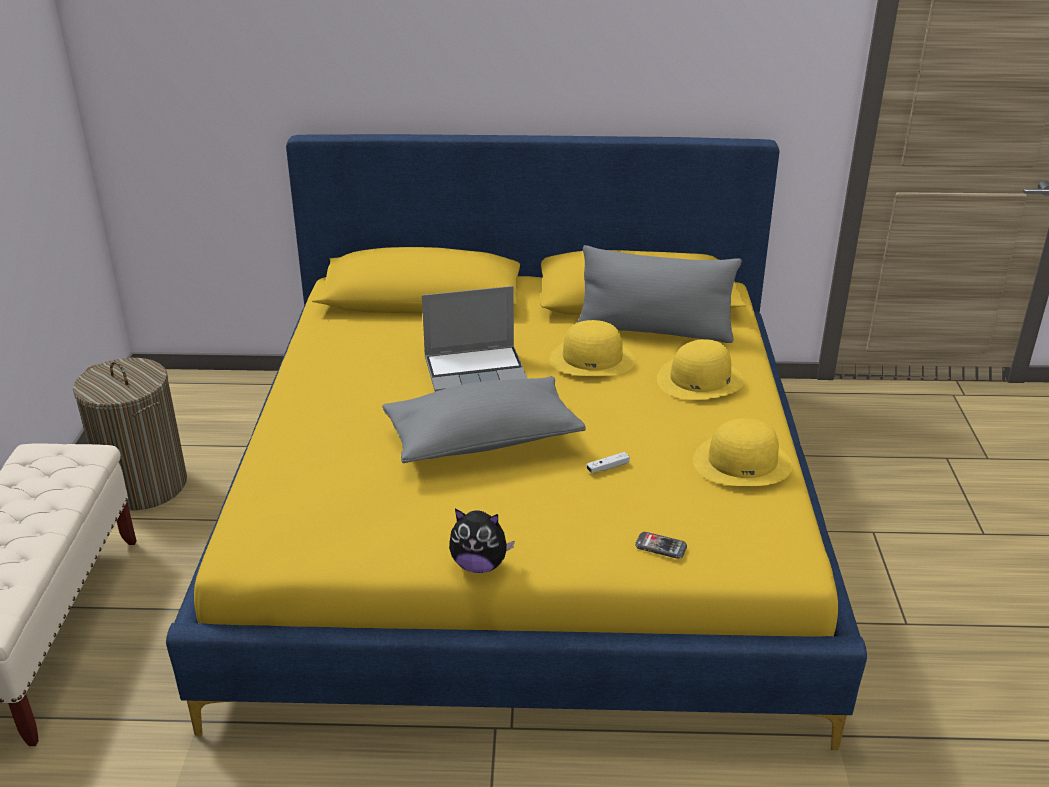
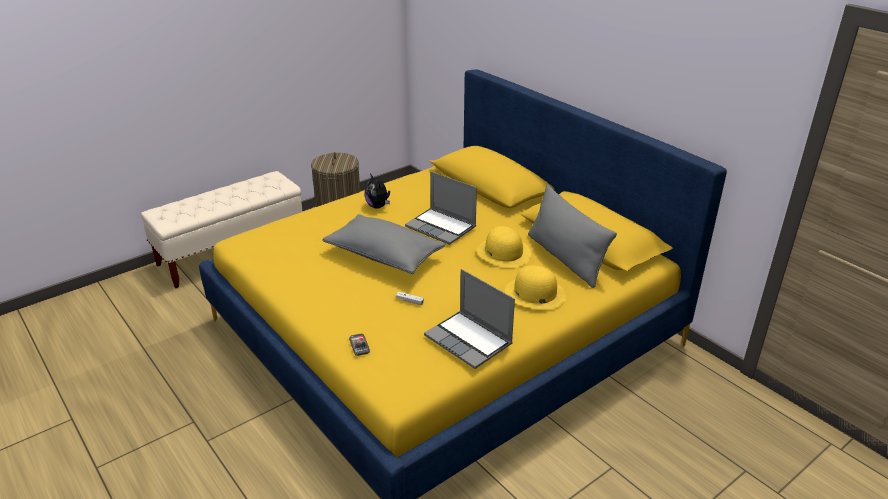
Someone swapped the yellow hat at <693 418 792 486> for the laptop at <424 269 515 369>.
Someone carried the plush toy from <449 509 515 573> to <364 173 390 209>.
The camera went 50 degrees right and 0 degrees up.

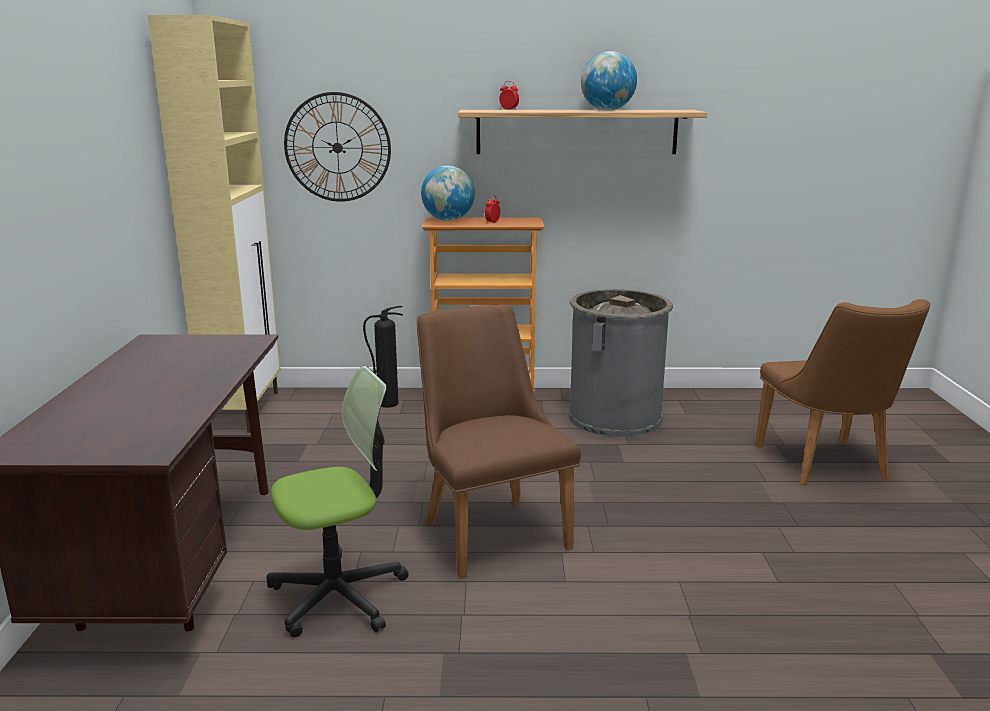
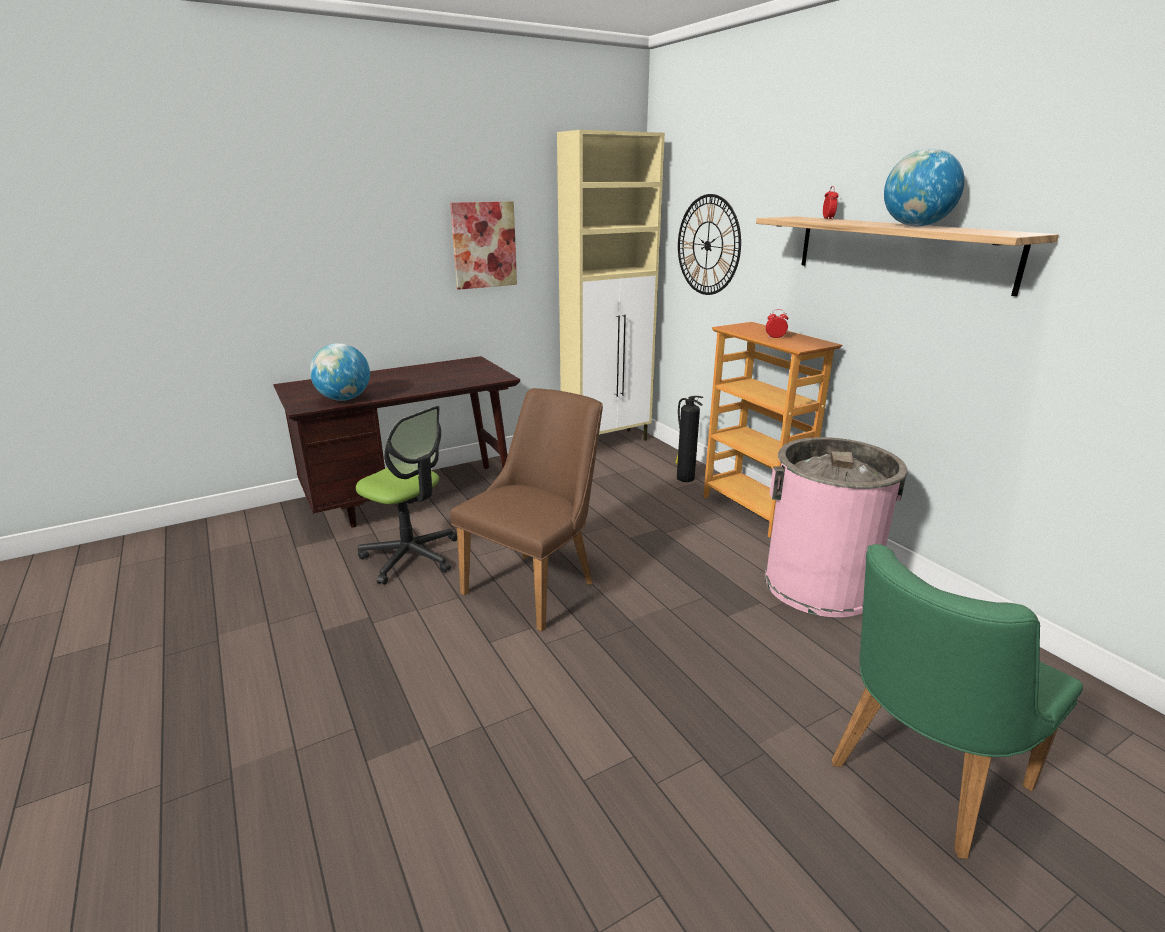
Someone carried the globe from <421 166 475 221> to <310 343 370 401>.
Someone repainted the grey trash can at <568 289 673 437>, which became the pink trash can at <764 437 907 617>.
Someone repainted the brown chair at <755 299 930 486>, which became the green chair at <831 544 1083 859>.
Someone put up the picture at <450 201 517 290>.
The camera went 60 degrees right and 5 degrees up.

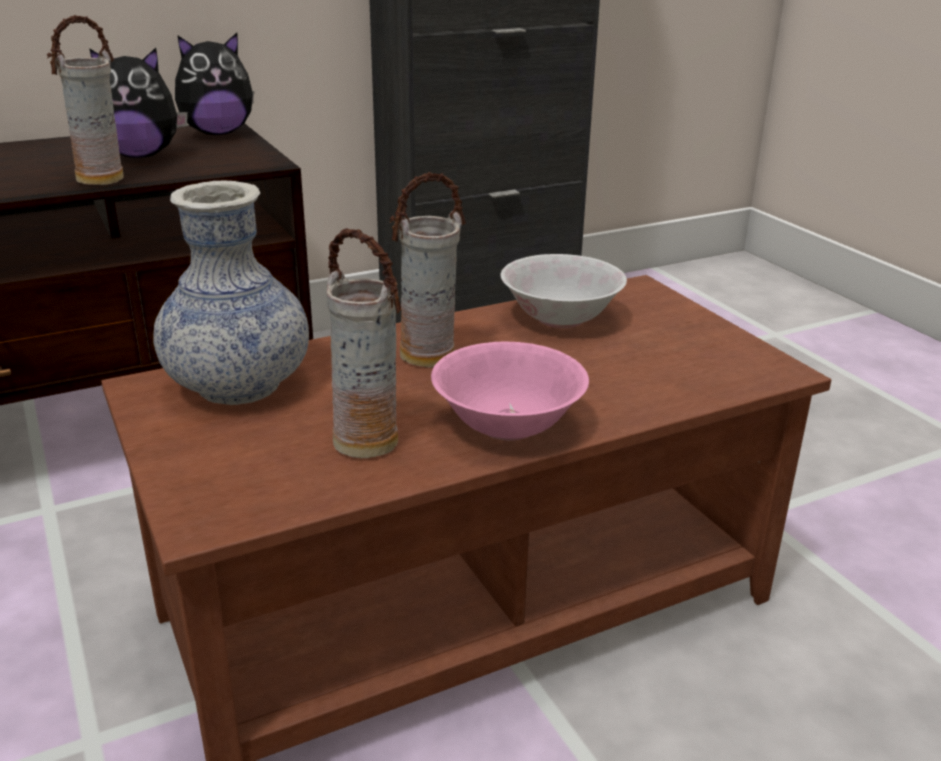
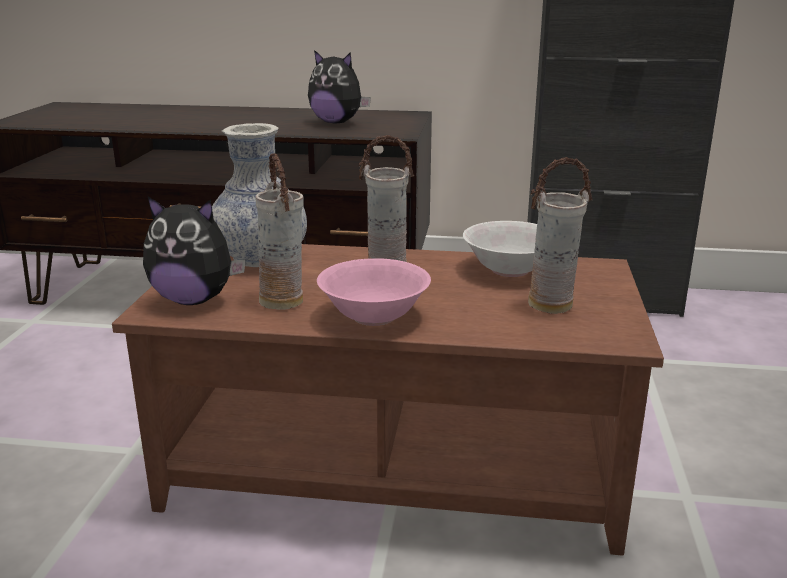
Someone carried the vase from <47 15 124 185> to <528 157 593 314>.
Someone carried the plush toy from <175 33 254 135> to <143 196 246 305>.
The camera went 35 degrees right and 5 degrees down.

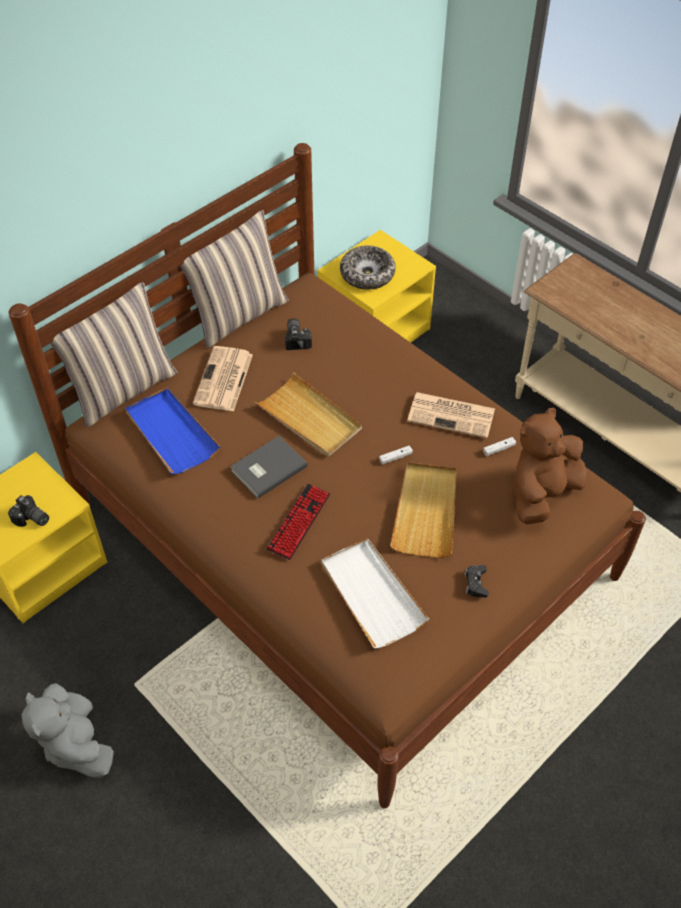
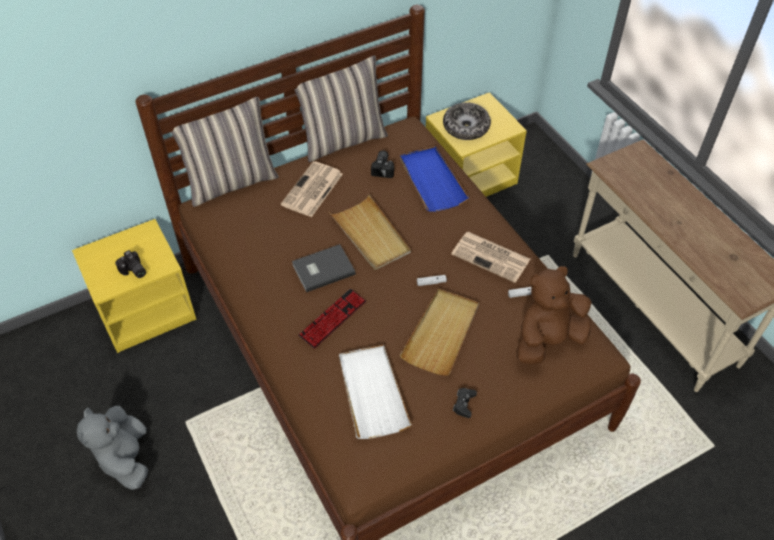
Someone carried the blue tray from <125 388 221 474> to <400 146 469 212>.
The camera went 15 degrees right and 0 degrees up.

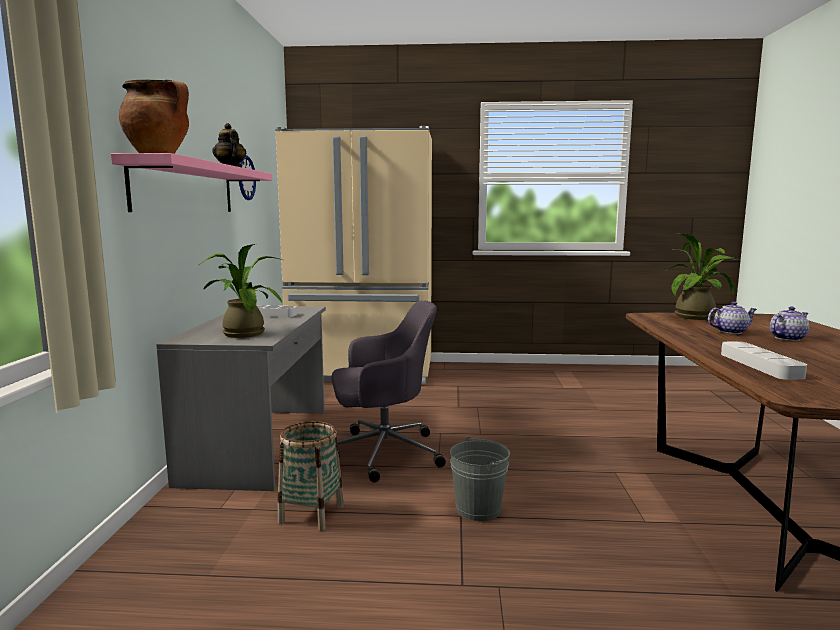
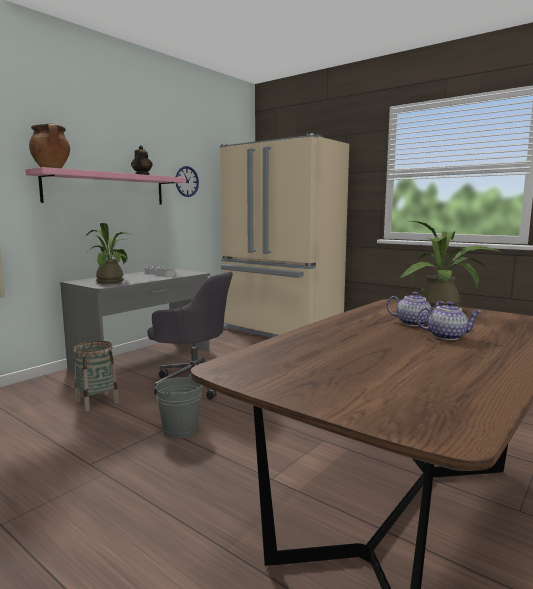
Someone took away the grey tray at <721 341 807 380>.
The camera went 35 degrees right and 0 degrees up.

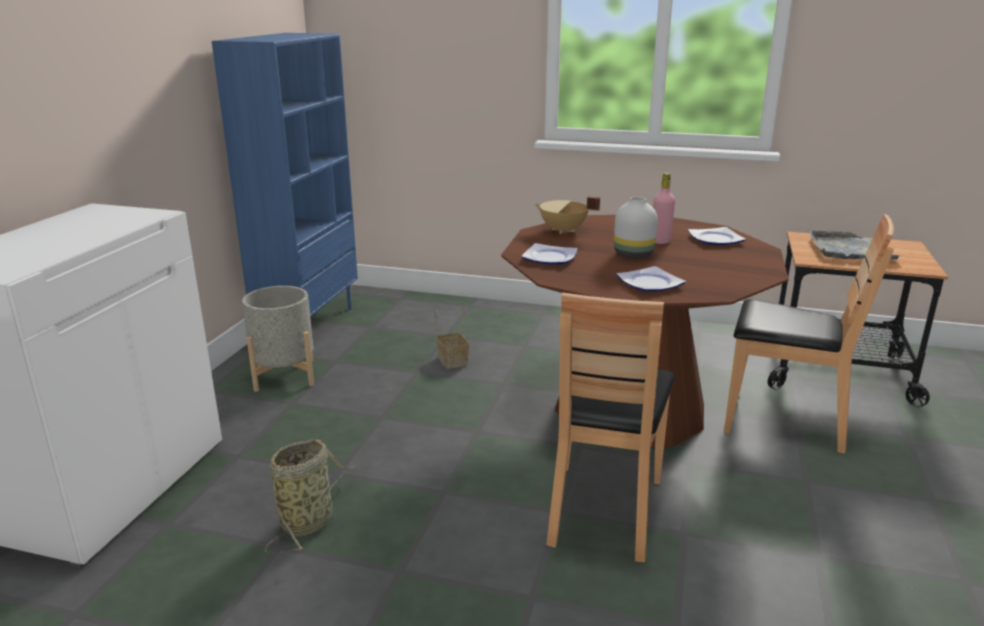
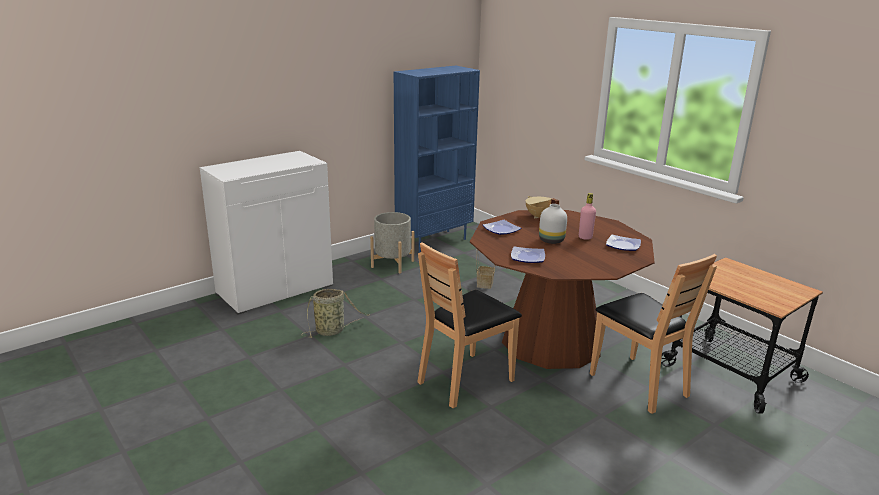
Someone took away the grey tray at <808 230 900 260>.
The camera went 35 degrees right and 0 degrees up.

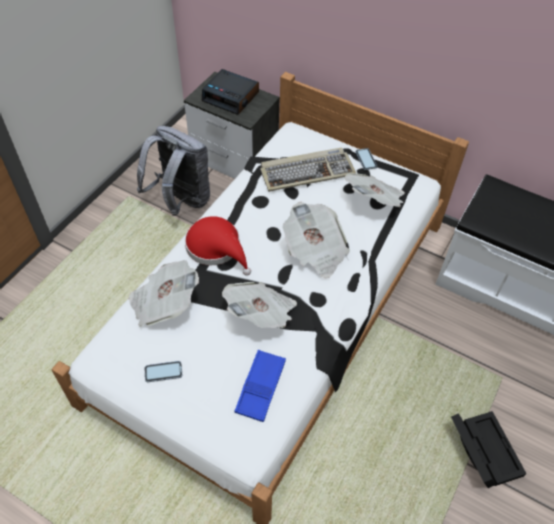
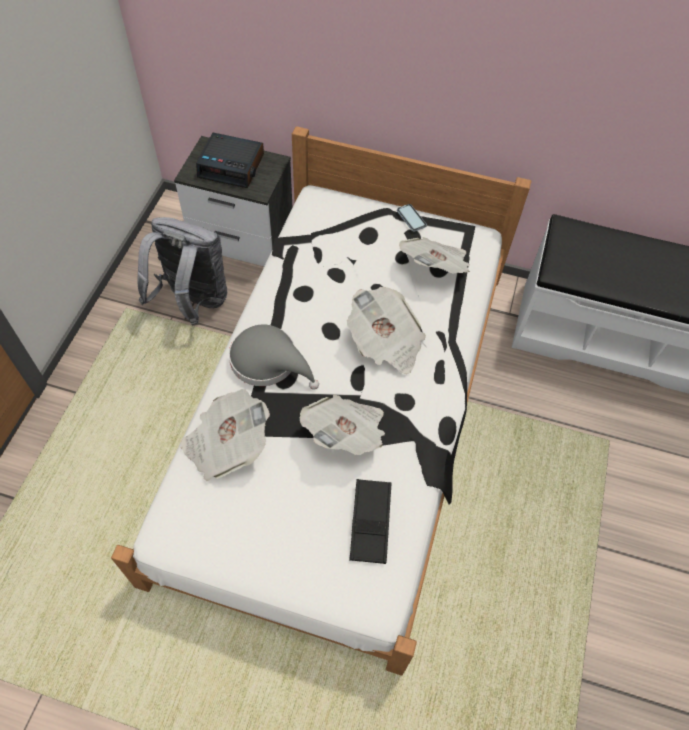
Someone took away the keyboard at <260 147 356 192>.
Someone repainted the red hat at <185 216 251 276>, which became the grey hat at <229 325 319 390>.
Someone repainted the blue tray at <234 350 286 422>, which became the black tray at <349 479 392 564>.
Someone took away the phone at <145 361 182 382>.
Someone took away the black storage box at <451 411 527 488>.
The camera went 15 degrees left and 5 degrees up.

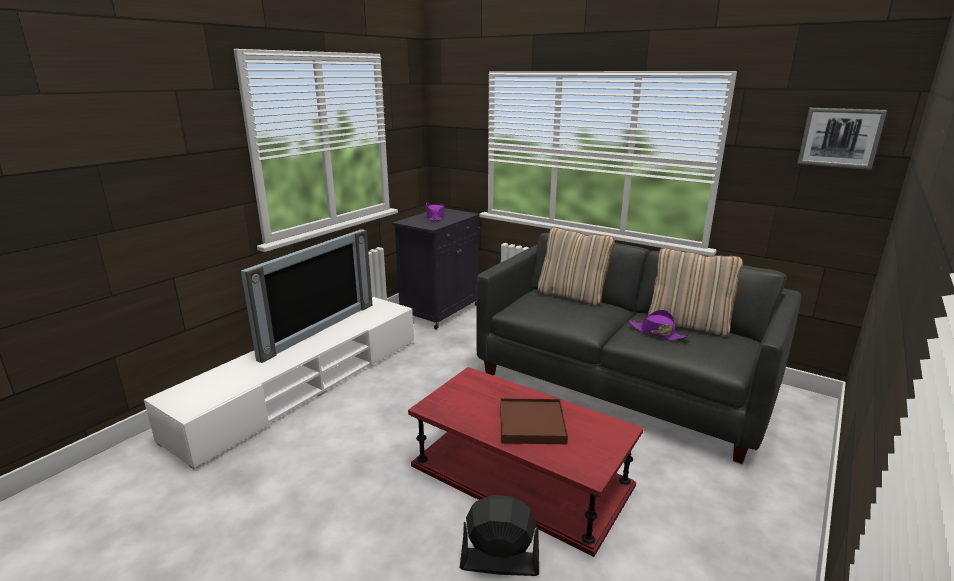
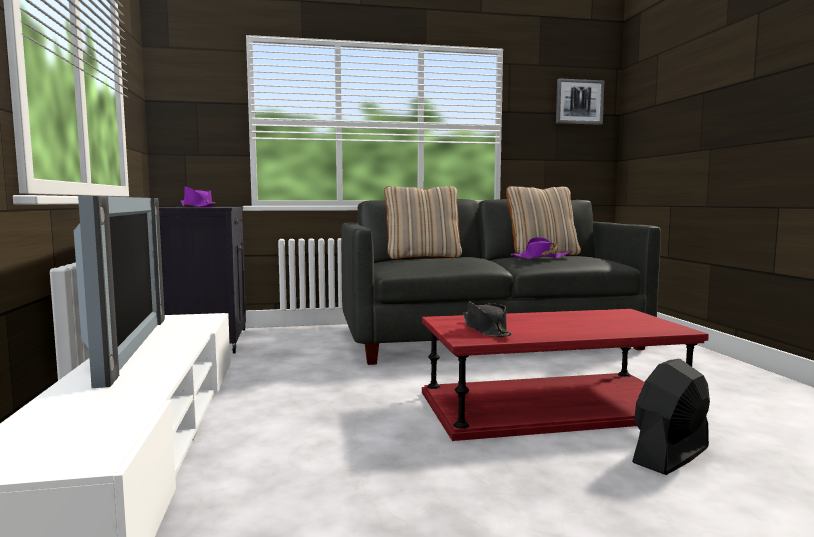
Someone took away the brown tray at <500 398 568 444>.
Someone put down the black hat at <463 301 512 337>.
The camera went 45 degrees left and 15 degrees down.

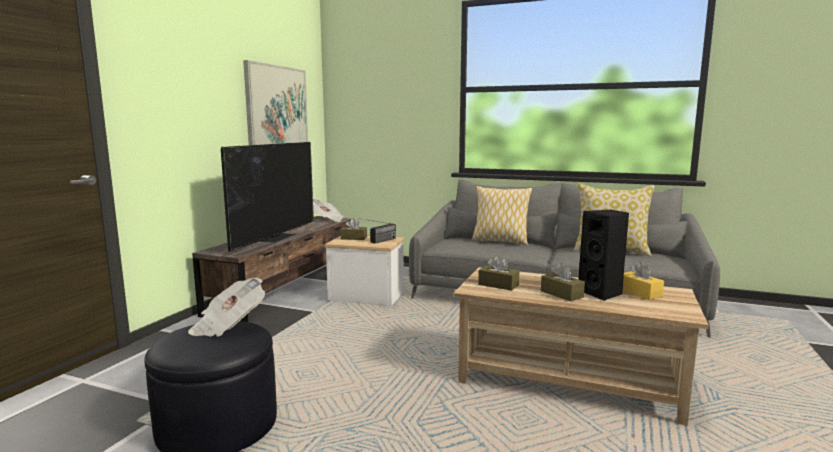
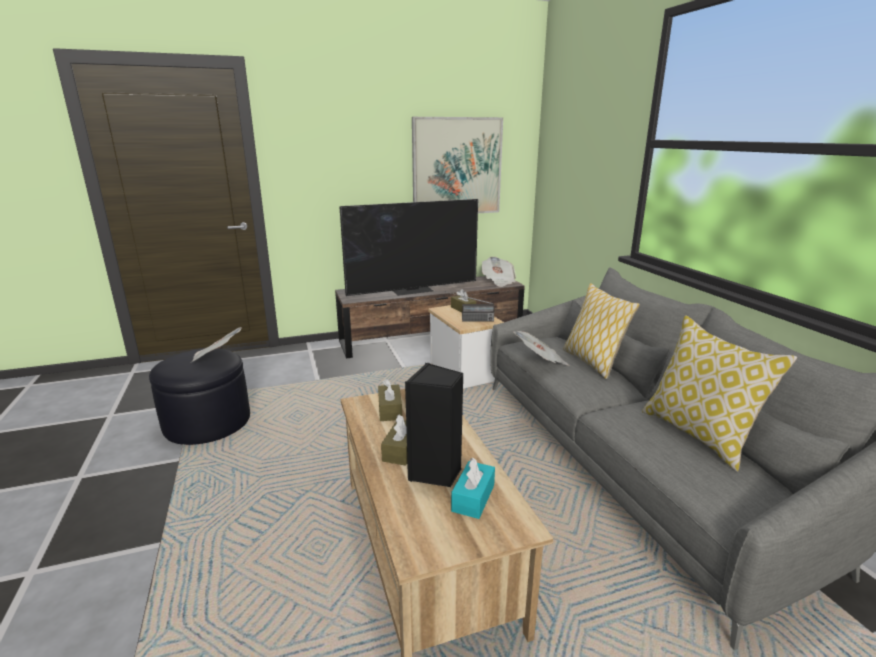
Someone repainted the yellow tissue box at <623 262 664 300>, which became the turquoise tissue box at <451 458 495 519>.
Someone put down the newspaper at <513 331 569 366>.
The camera went 50 degrees right and 10 degrees up.

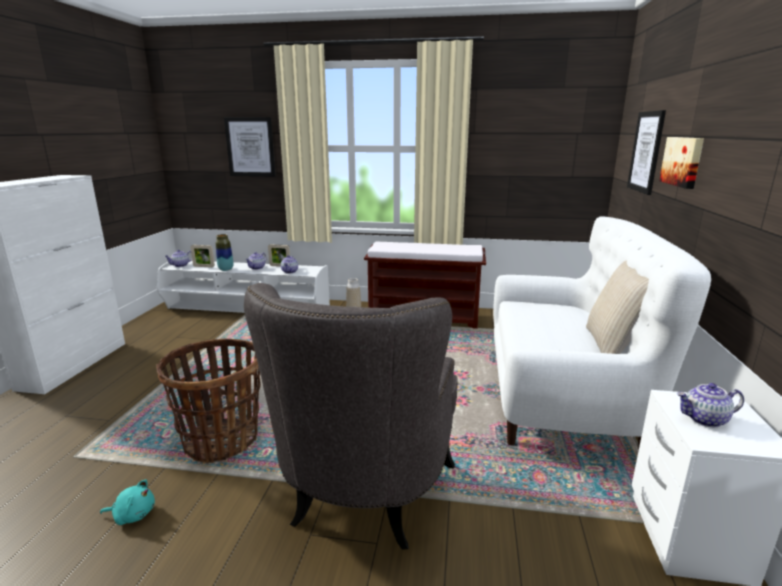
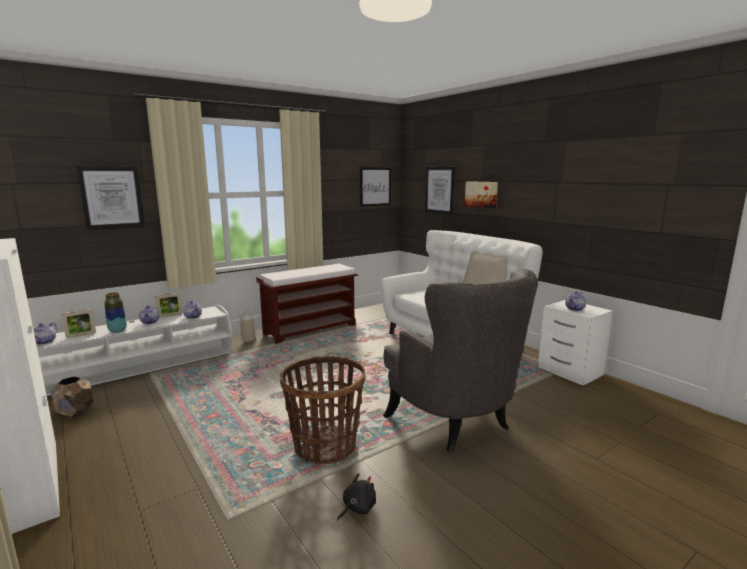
Someone repainted the turquoise plush toy at <100 479 155 525>, which became the black plush toy at <337 473 376 521>.
Someone put up the picture at <360 167 391 207>.
Someone put down the brown planter at <51 376 93 418>.
The camera went 45 degrees left and 5 degrees down.

